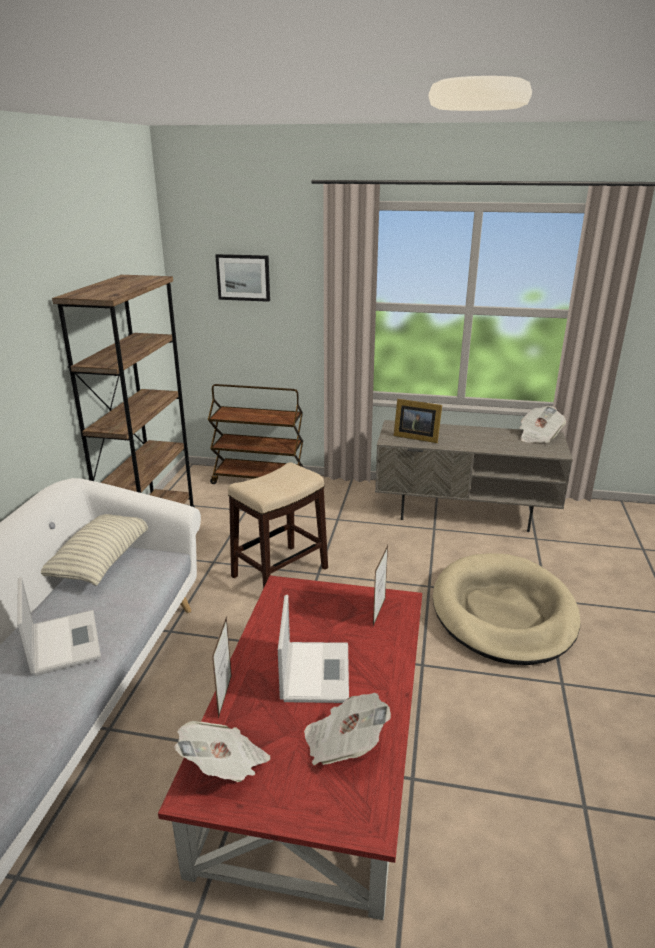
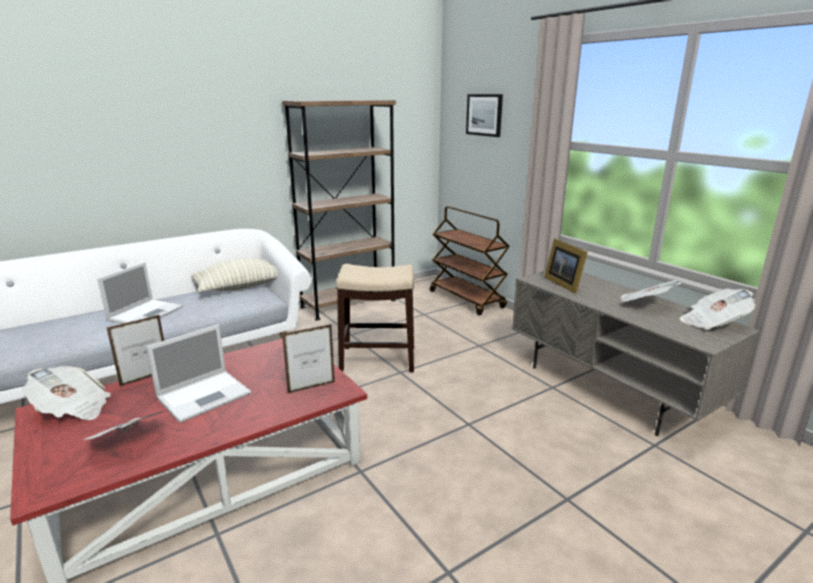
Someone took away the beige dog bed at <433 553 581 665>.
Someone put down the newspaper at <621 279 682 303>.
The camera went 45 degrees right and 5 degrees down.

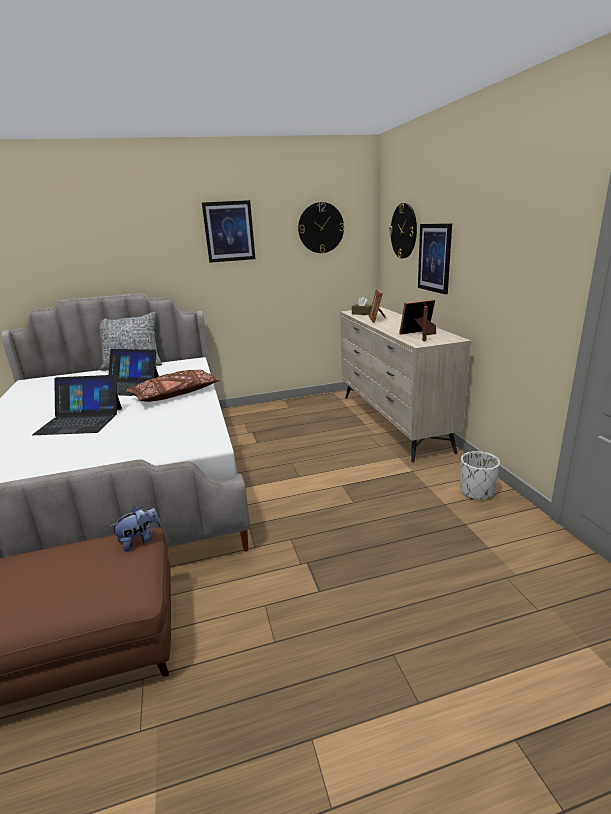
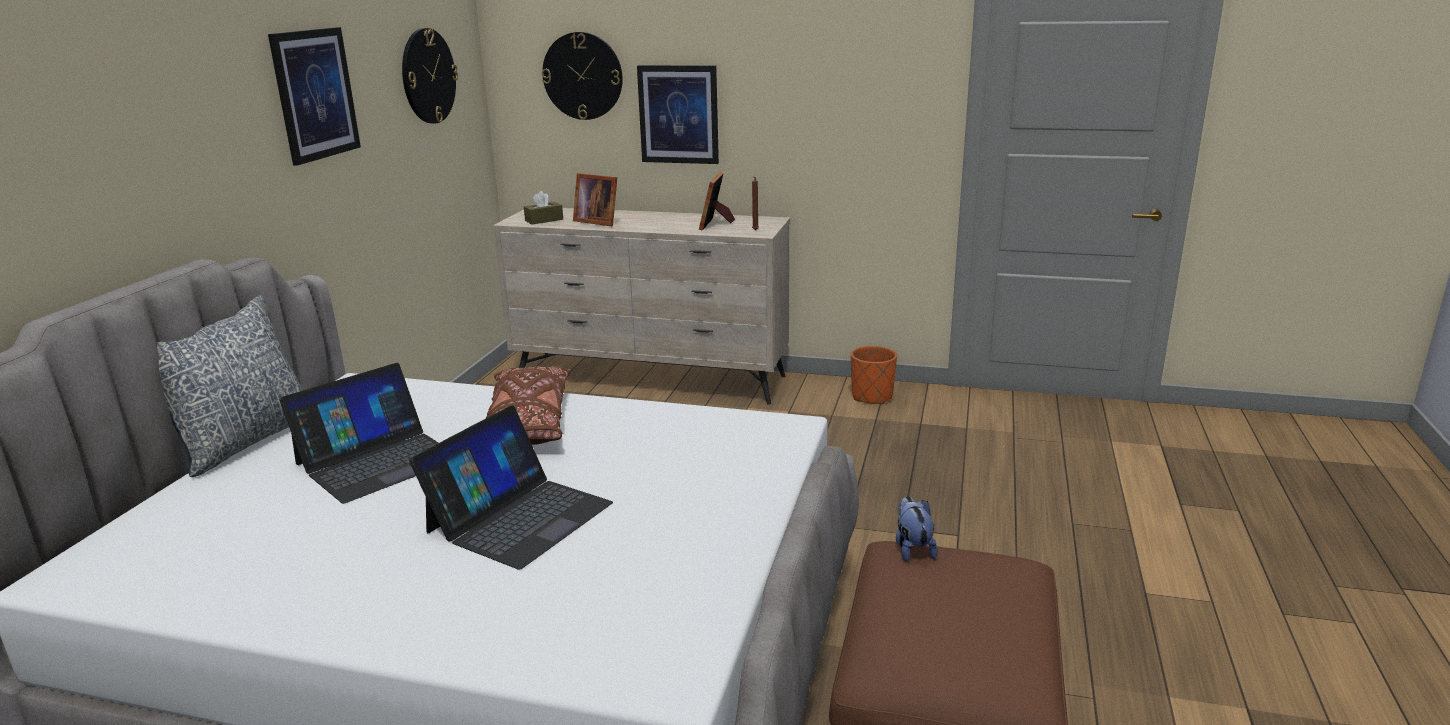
Someone repainted the white planter at <460 451 500 500>, which became the orange planter at <851 346 897 404>.
The camera went 60 degrees left and 0 degrees up.

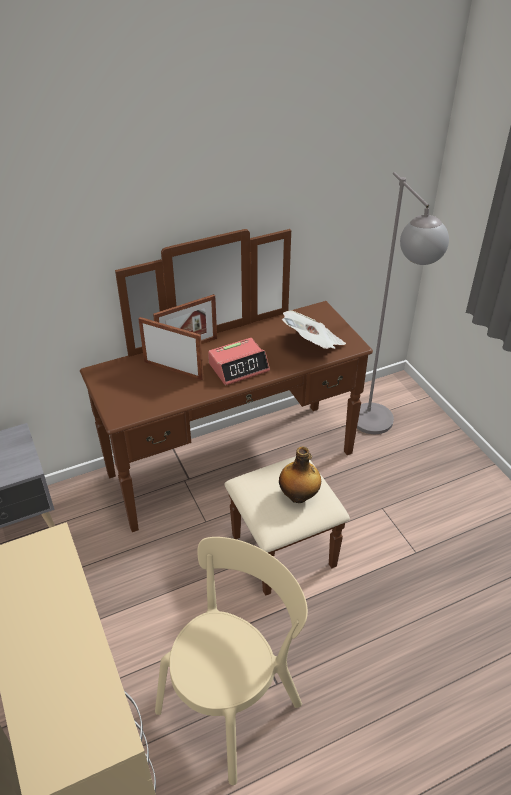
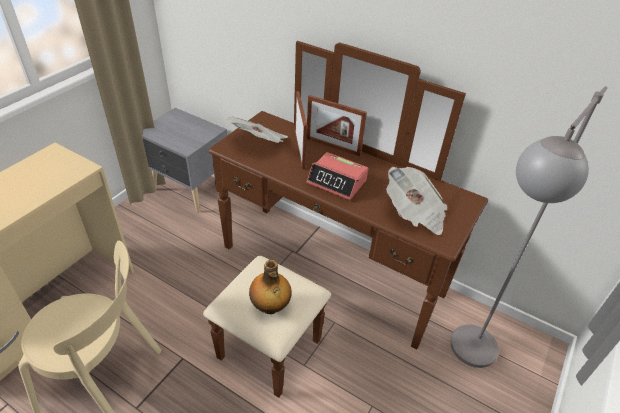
Someone put down the newspaper at <227 117 288 143>.
The camera went 55 degrees right and 0 degrees up.

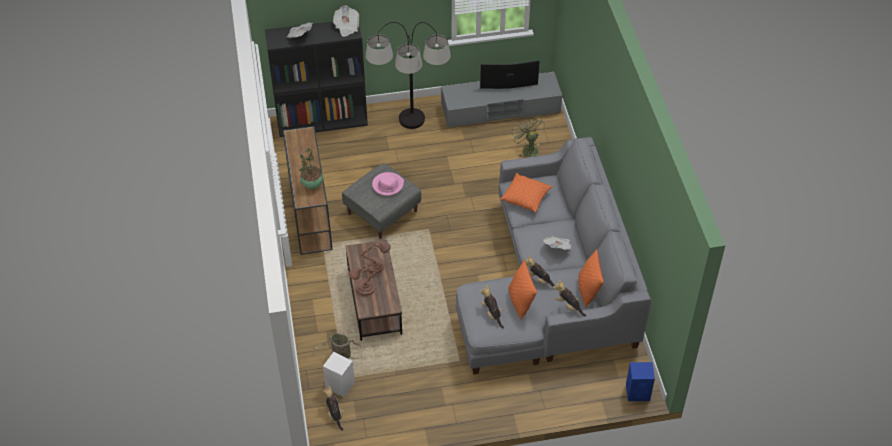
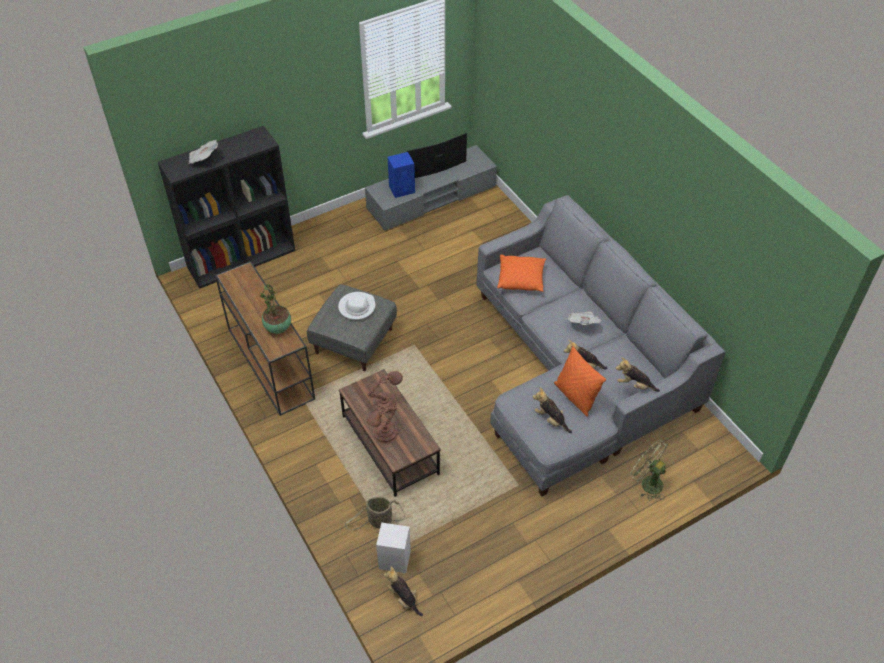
Someone took away the newspaper at <333 6 359 37>.
Someone took away the floor lamp at <366 22 451 129>.
Someone carried the green fan from <512 118 545 158> to <630 440 668 500>.
Someone repainted the pink hat at <372 172 404 196>, which became the white hat at <338 292 375 320>.
Someone took away the orange pillow at <578 249 604 307>.
Someone carried the blue speaker from <626 362 655 401> to <388 152 415 198>.
The camera went 20 degrees left and 0 degrees up.

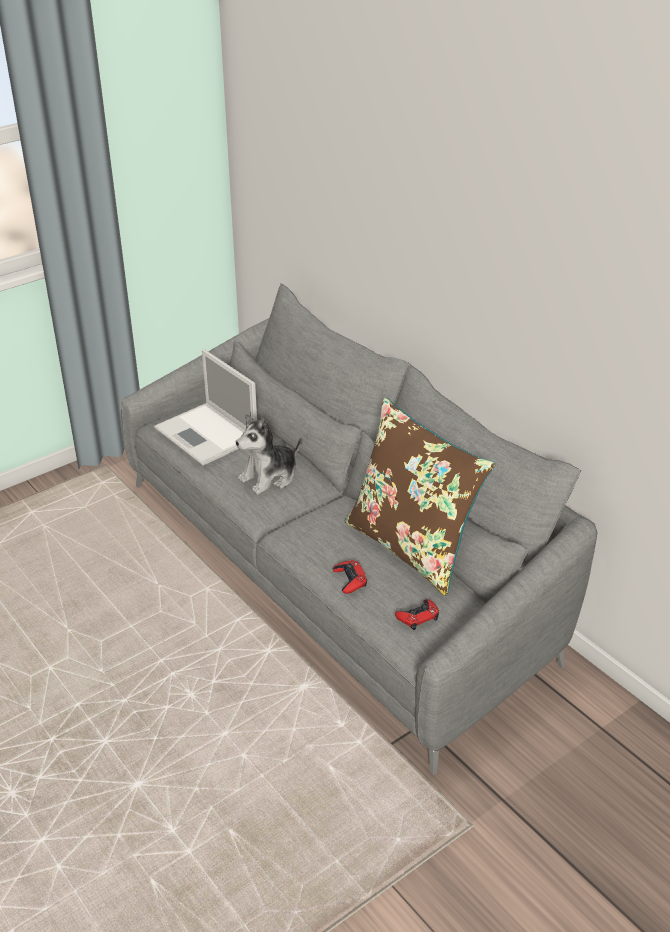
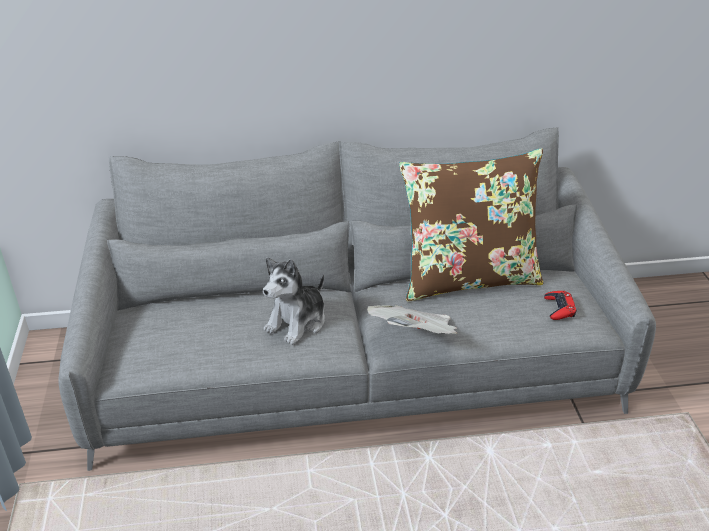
Someone took away the laptop at <154 349 257 466>.
Someone rotated the plush toy at <236 414 301 495> by 45 degrees clockwise.
Someone took away the red game controller at <333 560 367 594>.
Someone put down the newspaper at <367 305 457 334>.
The camera went 60 degrees left and 0 degrees up.

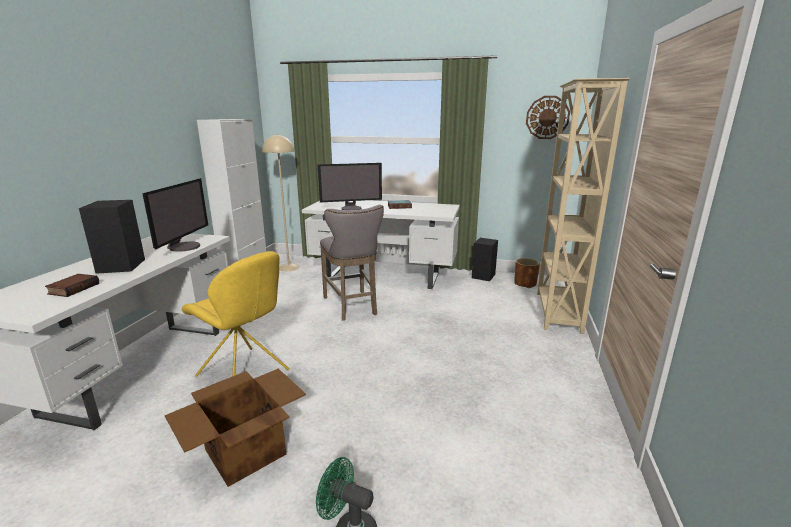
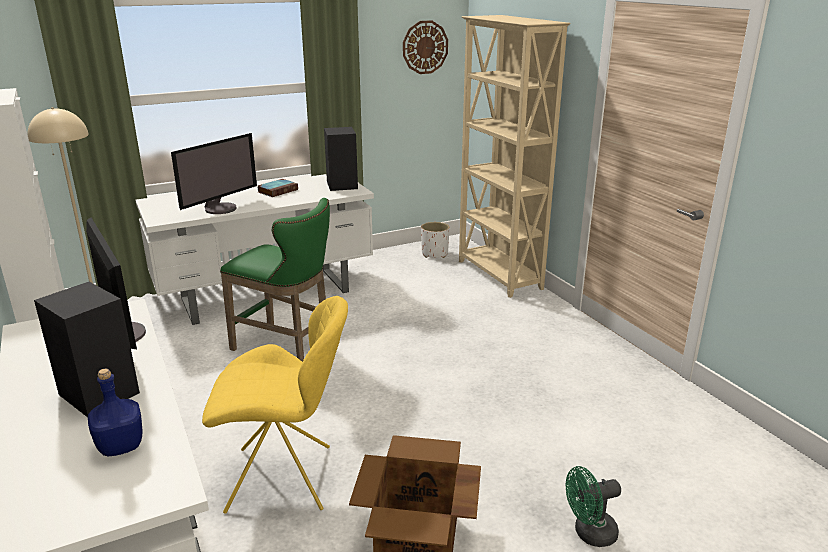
Someone repainted the grey stool at <320 205 384 321>, which became the green stool at <220 198 330 362>.
Someone carried the black speaker from <472 238 498 281> to <324 127 358 191>.
Someone repainted the brown planter at <514 258 540 288>, which became the white planter at <421 222 450 258>.
Someone swapped the book at <45 274 99 297> for the blue bottle at <88 369 142 456>.
The camera went 40 degrees left and 5 degrees up.

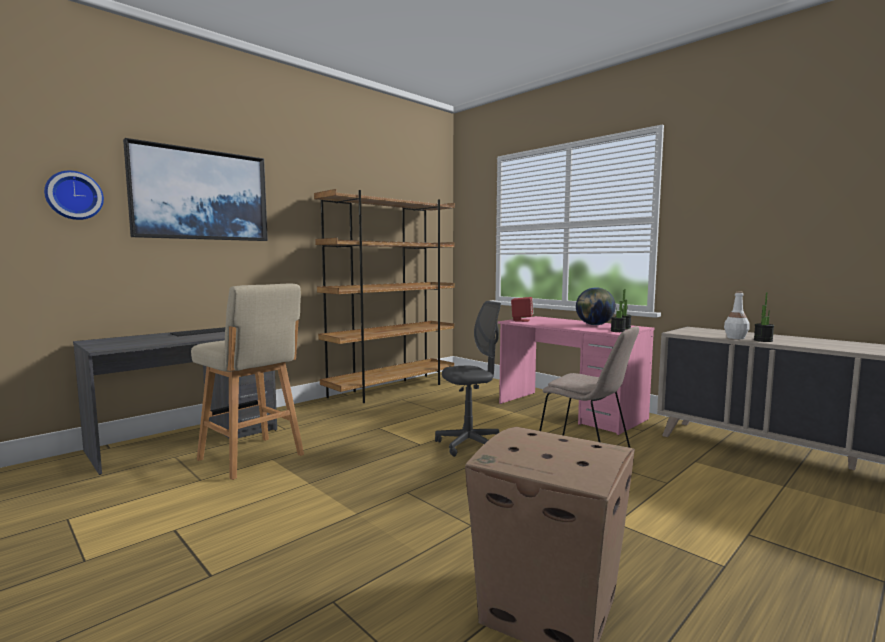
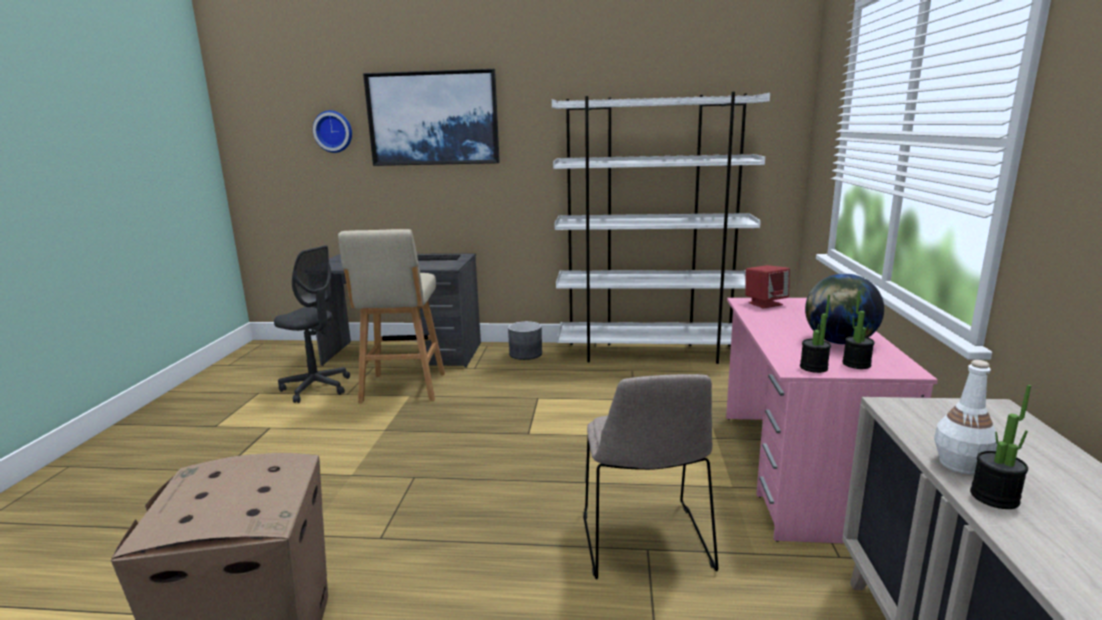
Someone repainted the brown bookcase at <314 189 455 403>, which became the white bookcase at <552 92 770 364>.
Someone carried the grey office chair from <435 301 501 457> to <274 245 350 403>.
Someone put down the grey planter at <508 321 542 360>.
The camera went 50 degrees right and 10 degrees up.

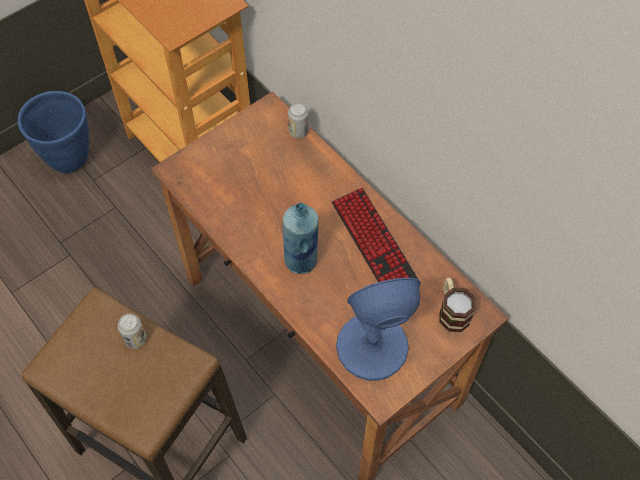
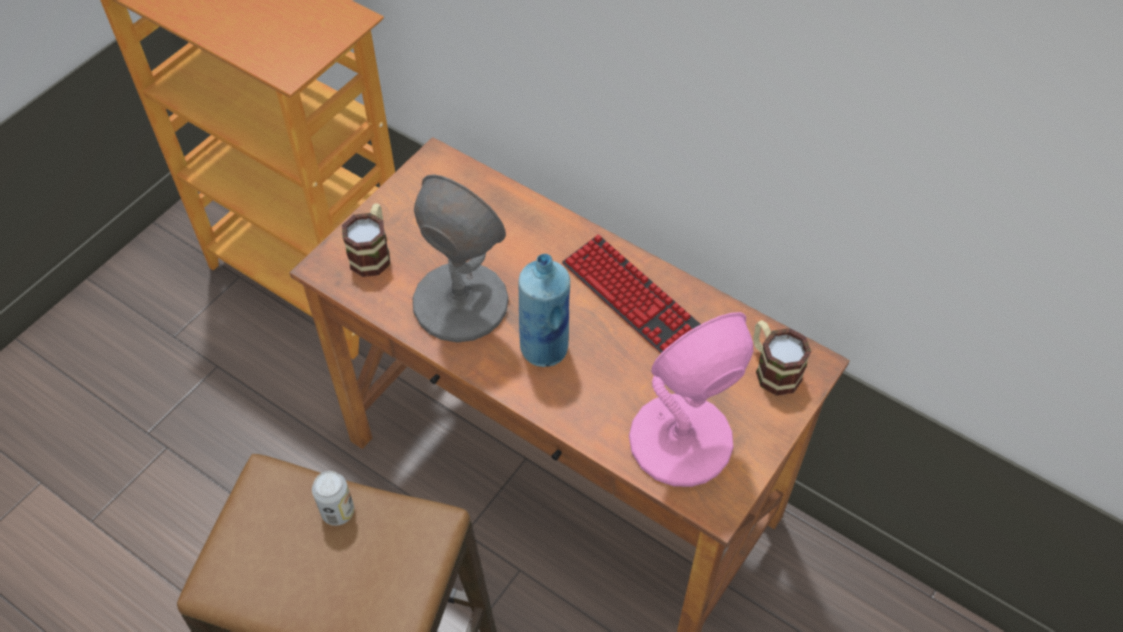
Someone took away the blue planter at <18 91 89 173>.
Someone took away the can at <288 103 308 138>.
Someone repainted the blue table lamp at <336 278 421 381>, which became the pink table lamp at <629 312 753 487>.
Someone put down the grey table lamp at <413 174 509 342>.
Someone put down the mug at <342 203 390 277>.
The camera went 15 degrees left and 5 degrees down.

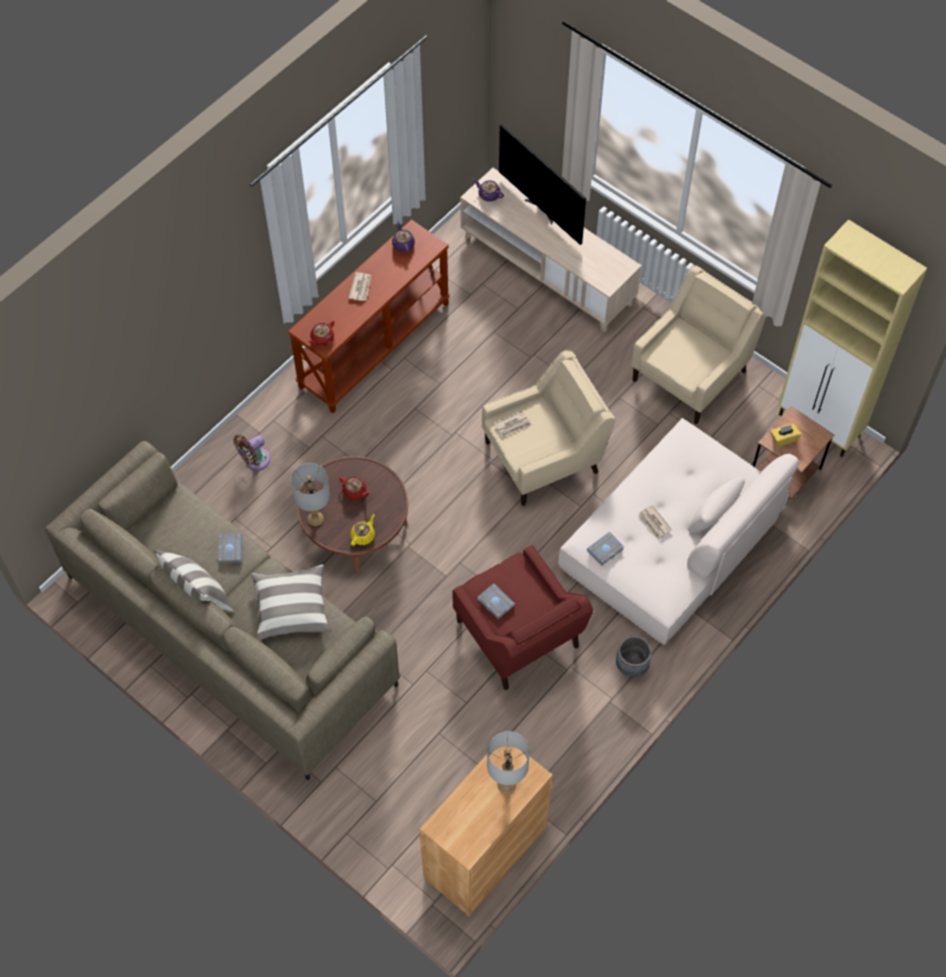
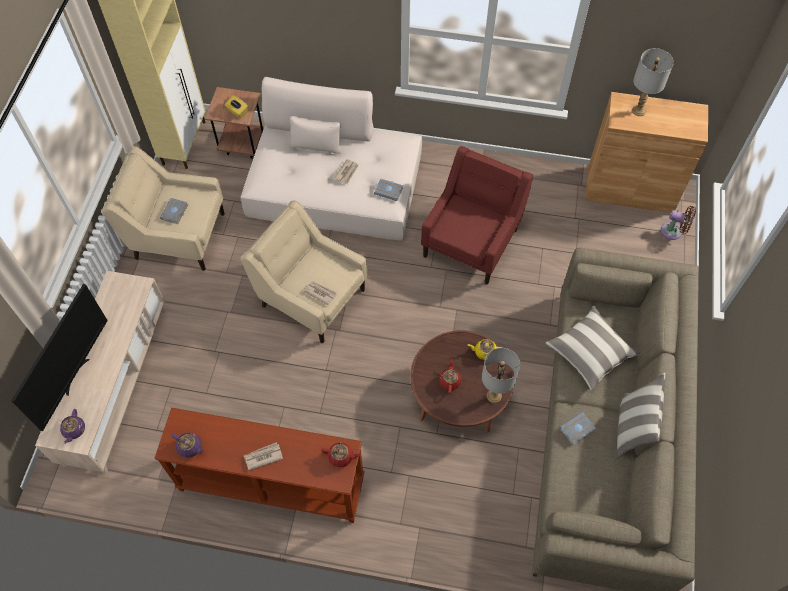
Someone rotated the purple teapot at <392 221 415 253> by 105 degrees counterclockwise.
Someone carried the brown fan from <233 435 270 470> to <661 206 696 240>.
Someone carried the grey book from <478 583 515 619> to <160 198 188 224>.
Someone took away the grey planter at <616 636 652 677>.
The camera went 120 degrees left and 0 degrees up.

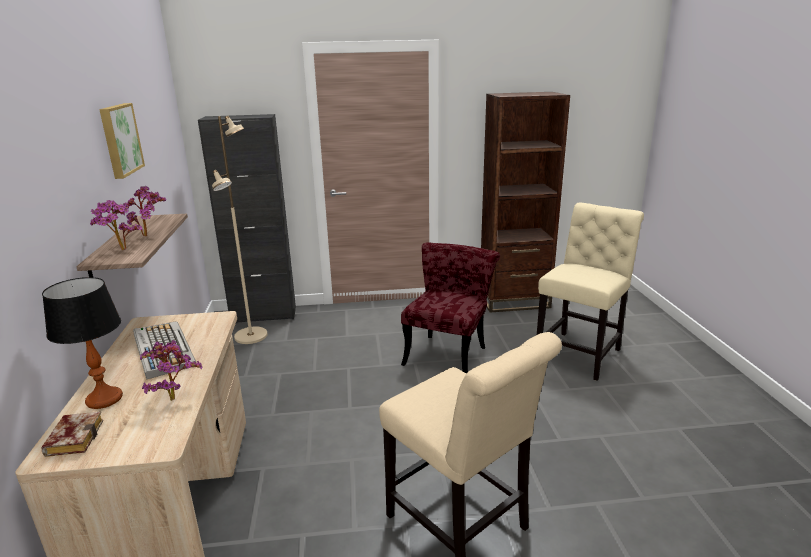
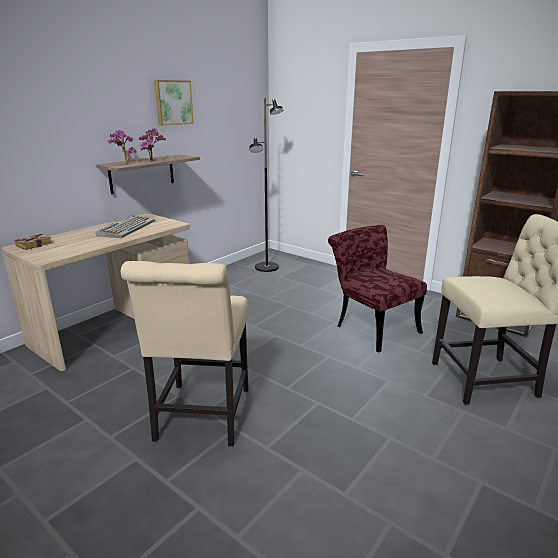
Someone took away the black cabinet at <198 114 296 322>.
Someone repainted the beige floor lamp at <212 116 267 344>, which became the black floor lamp at <249 98 284 272>.
Someone rotated the red chair at <401 242 500 373> by 105 degrees counterclockwise.
Someone took away the table lamp at <42 277 123 409>.
Someone took away the potted plant at <140 340 202 401>.
The camera went 45 degrees right and 0 degrees up.

